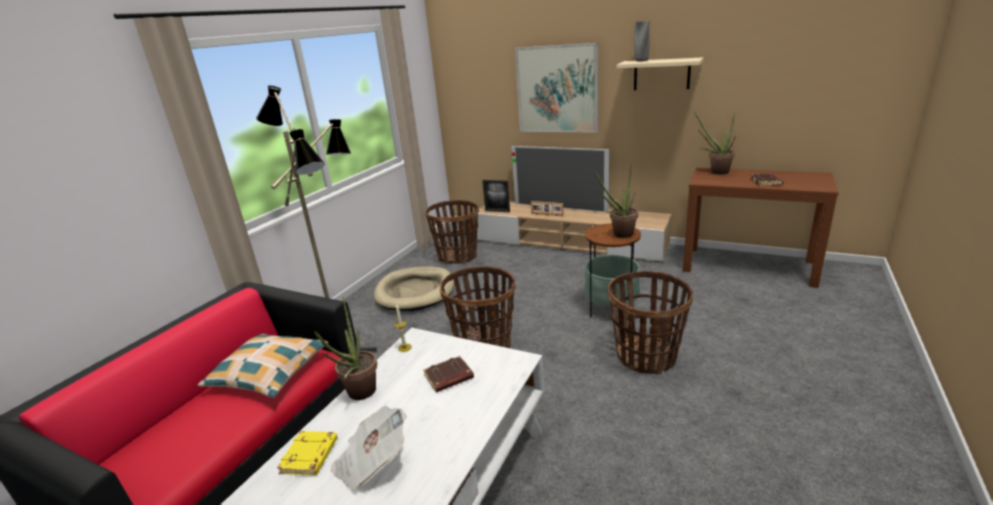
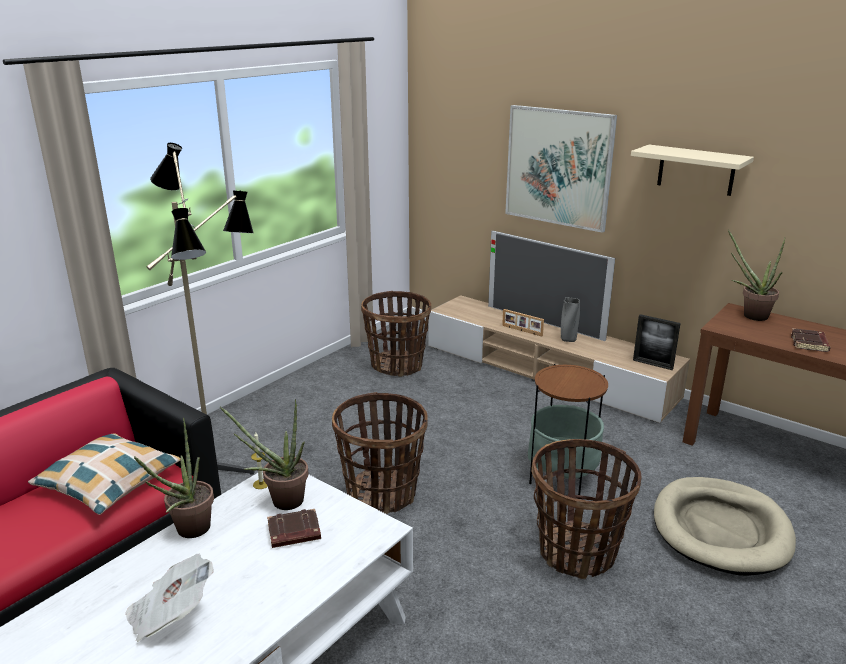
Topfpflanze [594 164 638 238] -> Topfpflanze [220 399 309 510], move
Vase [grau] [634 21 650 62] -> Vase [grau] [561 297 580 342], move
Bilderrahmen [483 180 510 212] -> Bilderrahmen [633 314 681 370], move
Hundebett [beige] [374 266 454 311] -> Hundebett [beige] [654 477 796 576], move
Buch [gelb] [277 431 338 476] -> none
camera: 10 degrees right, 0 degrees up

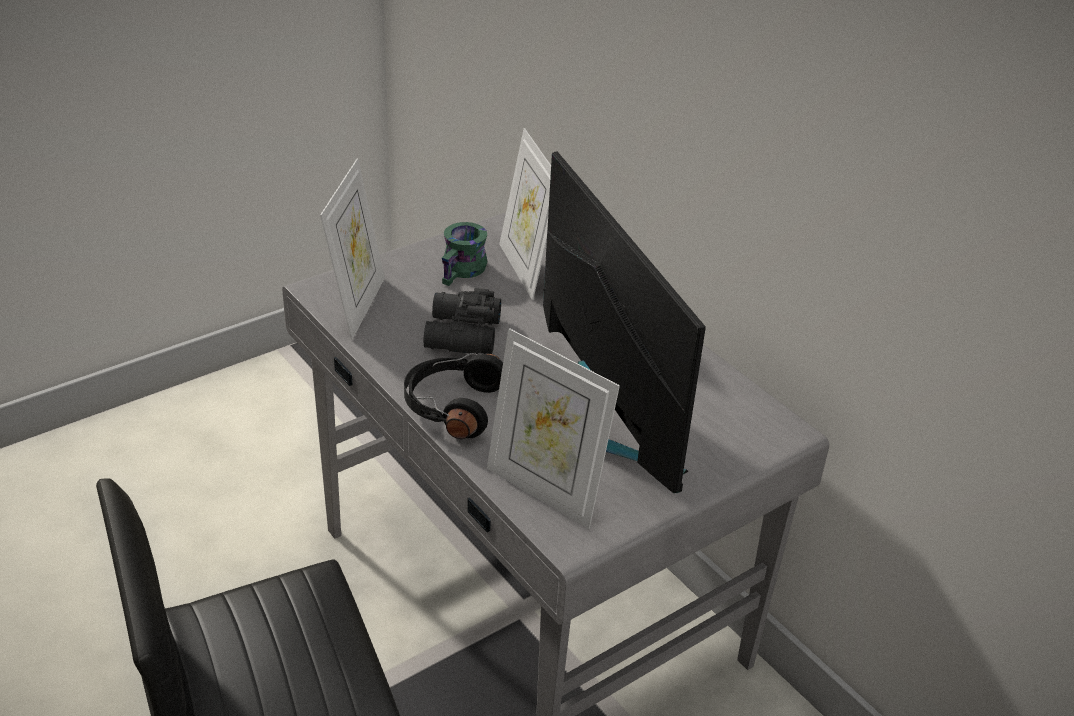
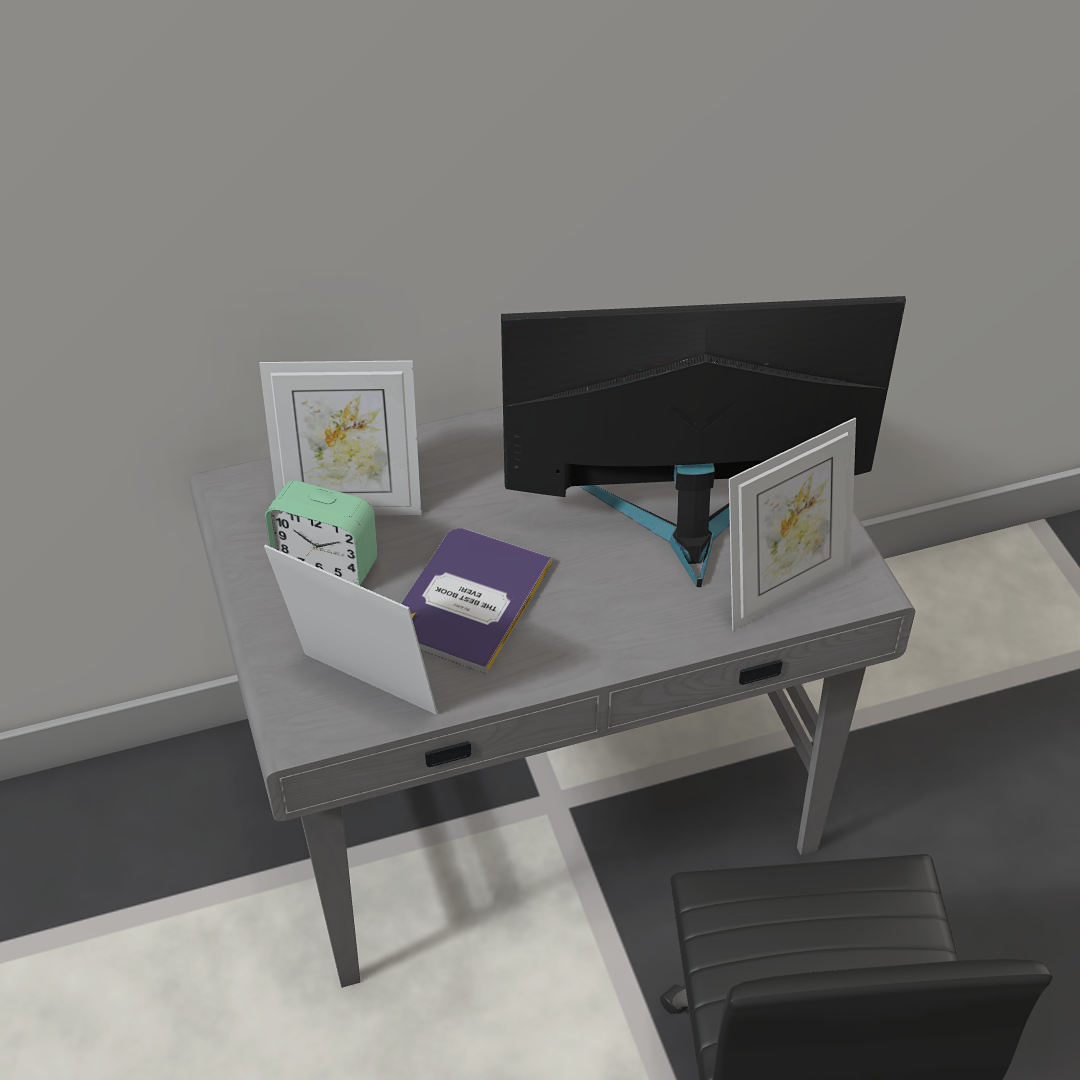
Henkelbecher [grün] [442 222 488 286] -> Wecker [265 480 378 586]
Fernglas [schwarz] [424 288 501 354] -> Buch [401 528 552 674]
Kopfhörer [schwarz] [404 353 503 439] -> none
camera: 70 degrees left, 10 degrees up

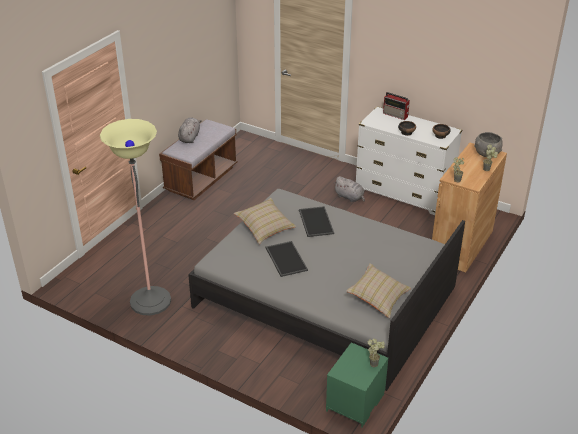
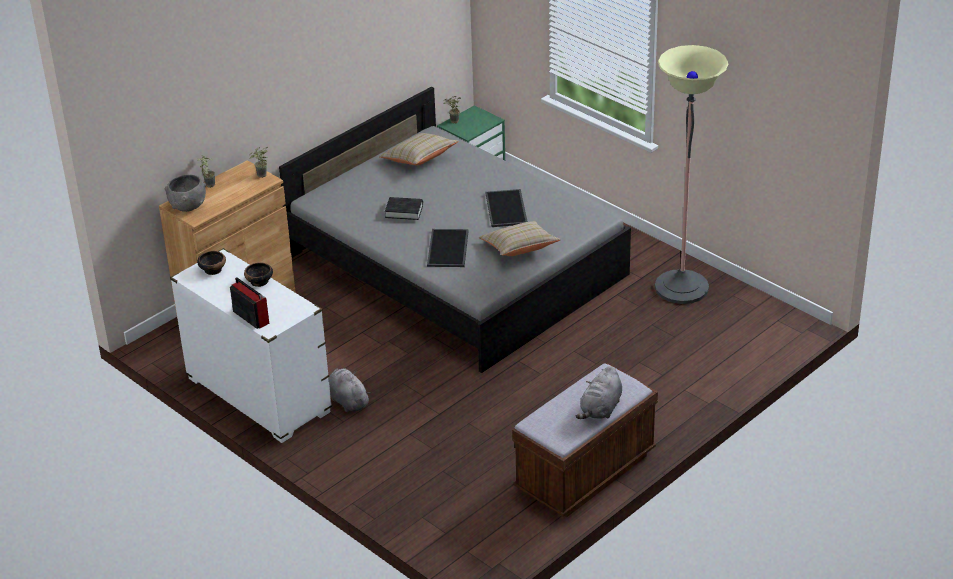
none -> Buch [schwarz] [385 197 423 220]
camera: 165 degrees left, 0 degrees up

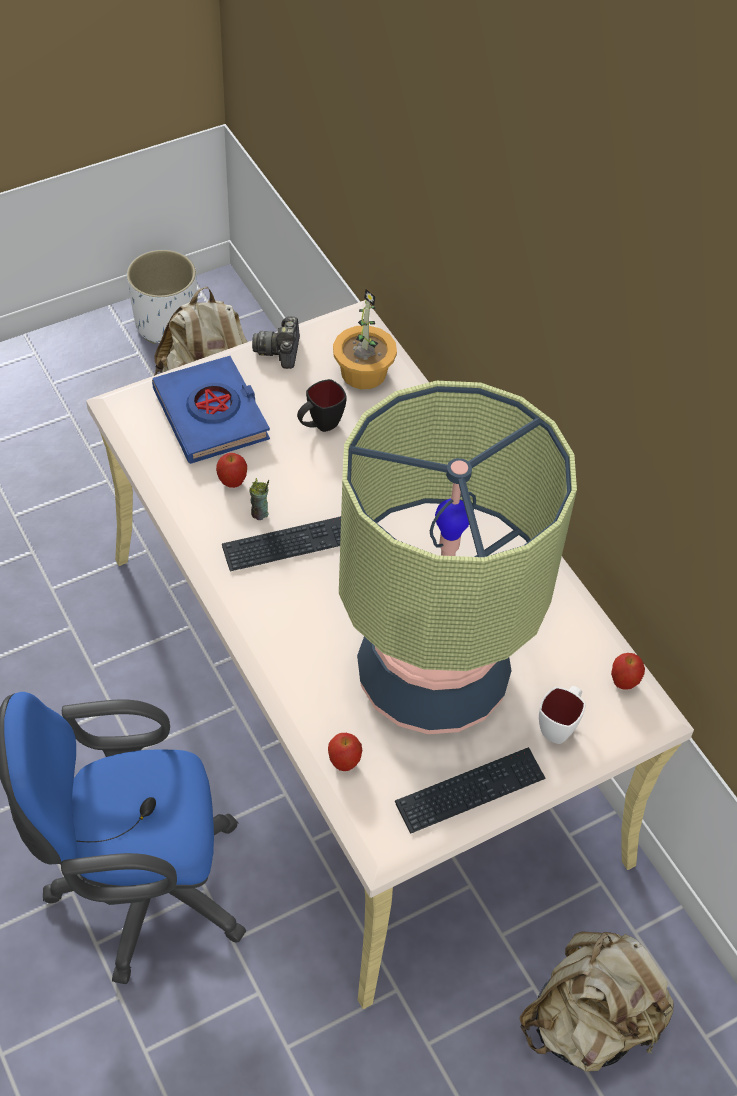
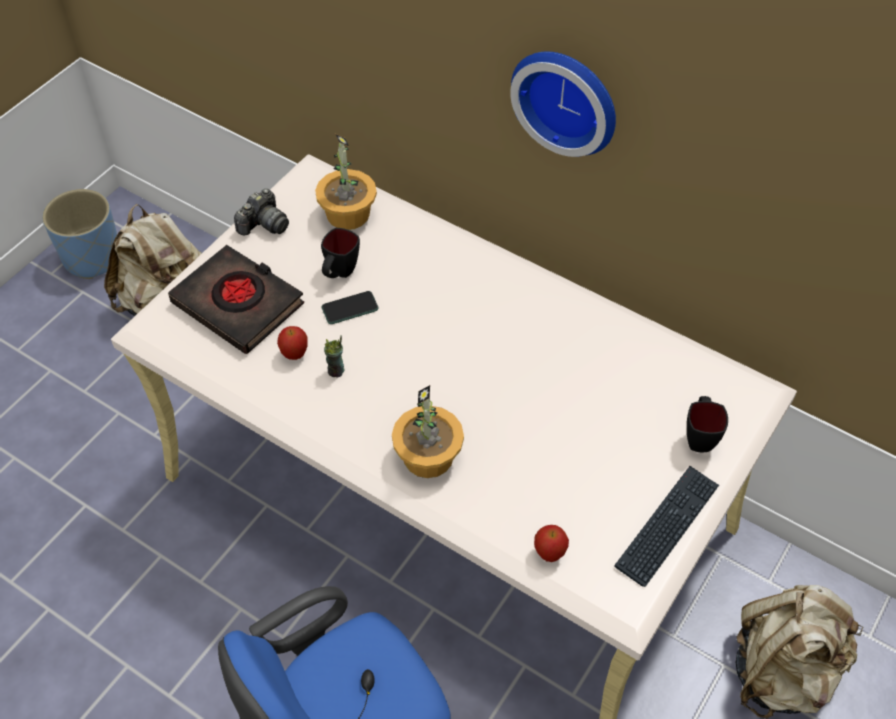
Pflanzkübel [weiß] [127 250 197 344] -> Pflanzkübel [blau] [42 189 117 279]
Buch [blau] [152 356 270 464] -> Buch [schwarz] [168 245 304 354]
Kamera [252 316 300 369] -> Kamera [234 189 289 236], 120 degrees counterclockwise
none -> Handy [322 291 379 324]
none -> Topfpflanze [392 385 464 478]
none -> Wanduhr [510 52 616 157]
Henkelbecher [weiß] [539 686 586 744] -> Henkelbecher [schwarz] [687 396 728 452]
Tastatur [222 516 341 572] -> none
Tischlampe [339 381 577 734] -> none
Apfel [611 653 645 690] -> none
camera: 25 degrees left, 0 degrees up

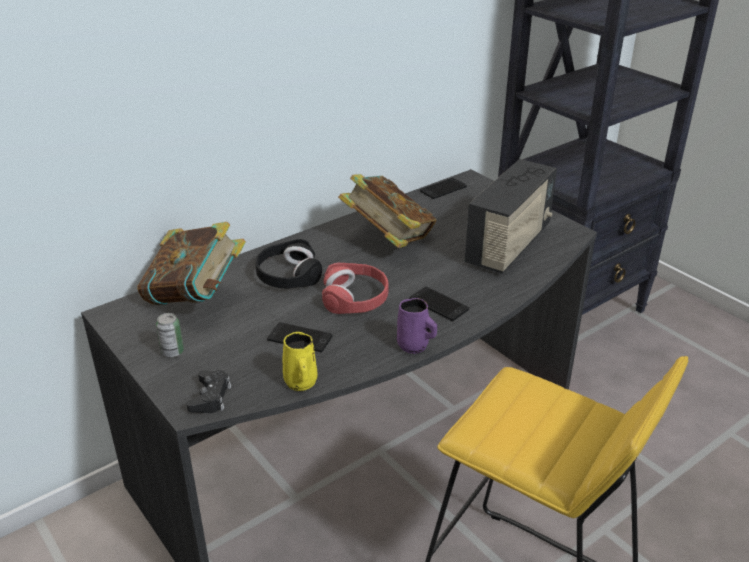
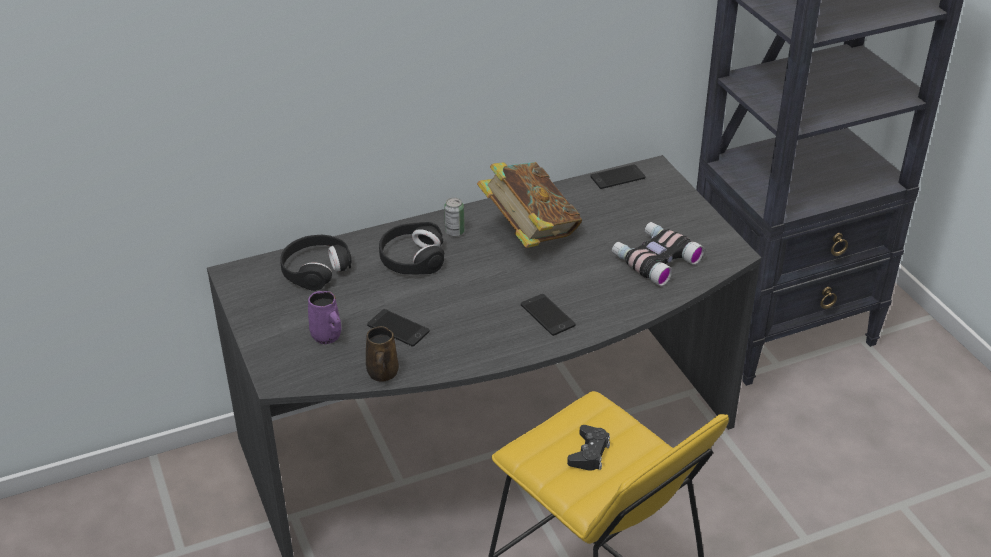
Buch [137 222 246 305] -> Kopfhörer [schwarz] [280 235 351 291]
Henkelbecher [lila] [397 298 437 354] -> Henkelbecher [lila] [308 291 341 344], move
Henkelbecher [gelb] [282 332 318 391] -> Henkelbecher [braun] [366 326 399 381]
Dose [156 313 184 358] -> Dose [444 198 465 237], move
Gamepad [schwarz] [186 370 231 413] -> Gamepad [schwarz] [567 425 610 471], move
Radio [465 159 557 274] -> Fernglas [612 222 705 286]
Kopfhörer [rot] [322 263 389 314] -> none
camera: 15 degrees right, 5 degrees up

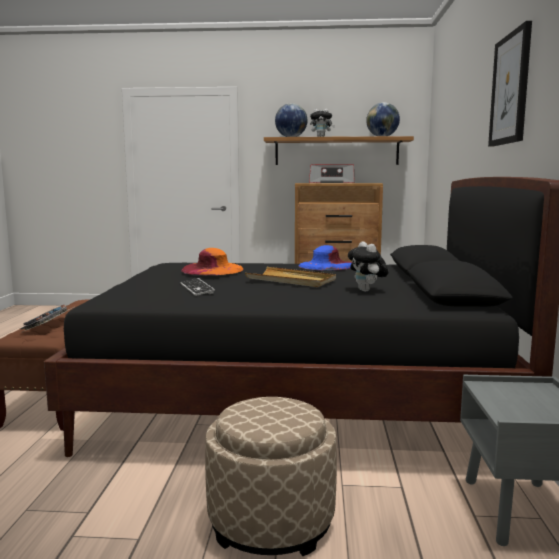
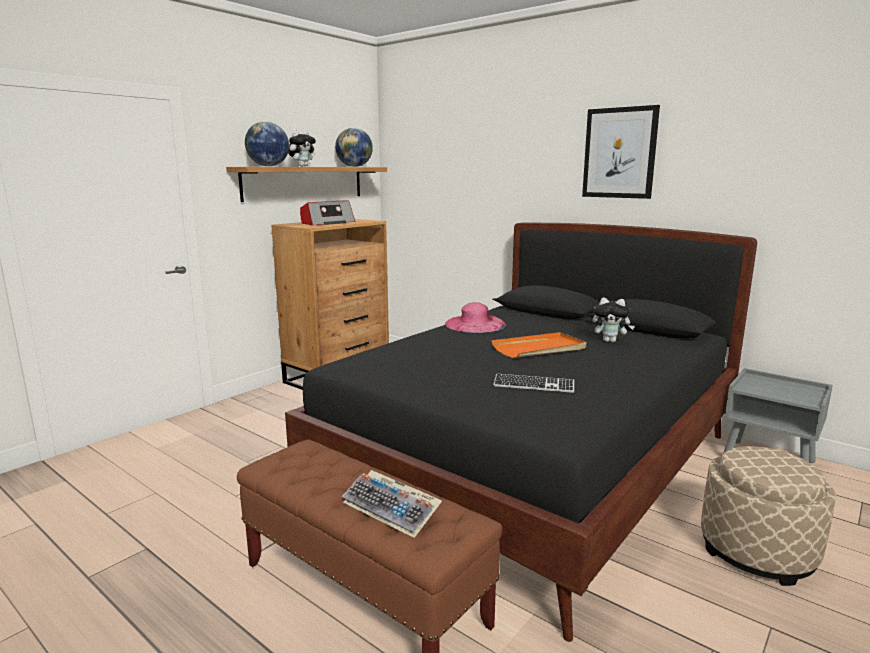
Hut [blau] [298 245 352 271] -> Hut [rosa] [445 302 506 333]
Tablett [beige] [245 267 336 287] -> Tablett [orange] [491 332 586 358]
Hut [orange] [181 248 244 275] -> none
camera: 55 degrees left, 5 degrees up

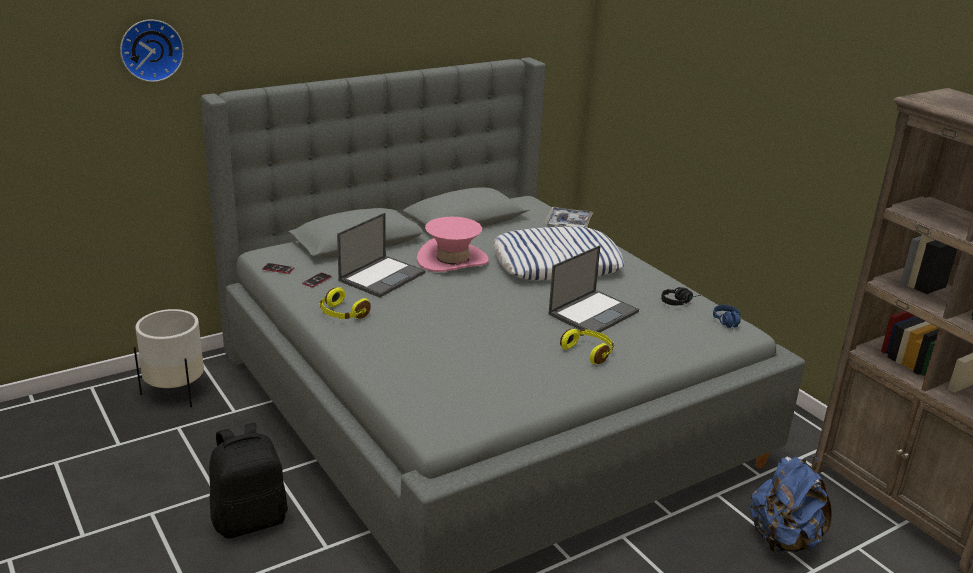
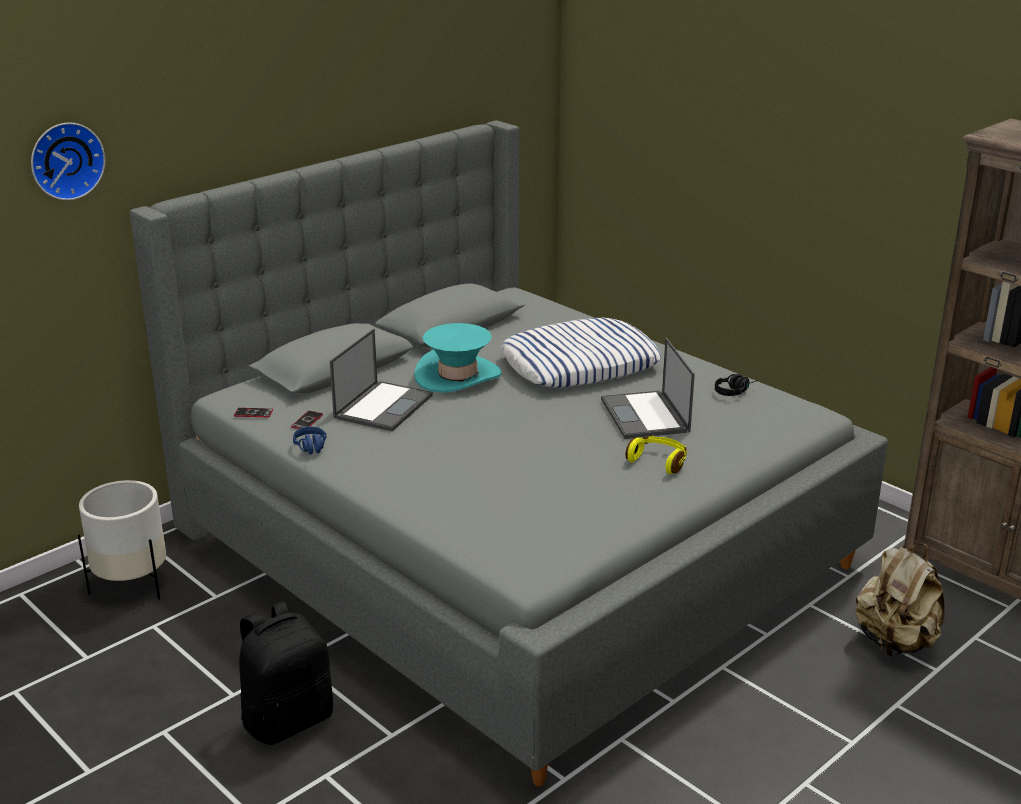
Kopfhörer [blau] [713 305 741 328] -> Kopfhörer [blau] [293 427 326 455], move
Hut [rosa] [417 217 489 272] -> Hut [türkis] [414 323 502 393]
Laptop [549 245 639 333] -> Laptop [601 338 695 439], 135 degrees clockwise
Rucksack [blau] [750 457 832 553] -> Rucksack [beige] [855 543 945 657]
Kopfhörer [gelb] [319 287 371 319] -> none
Tablett [544 207 593 227] -> none
camera: 10 degrees left, 0 degrees up

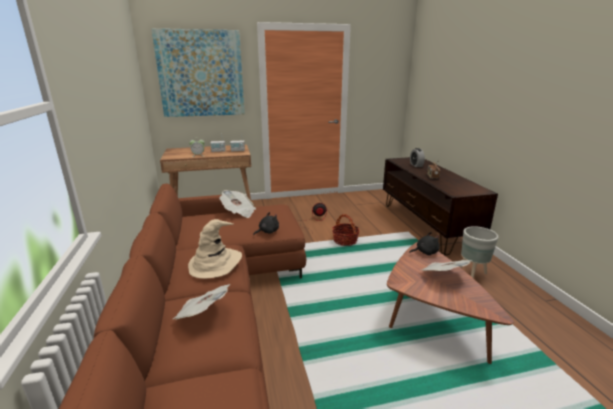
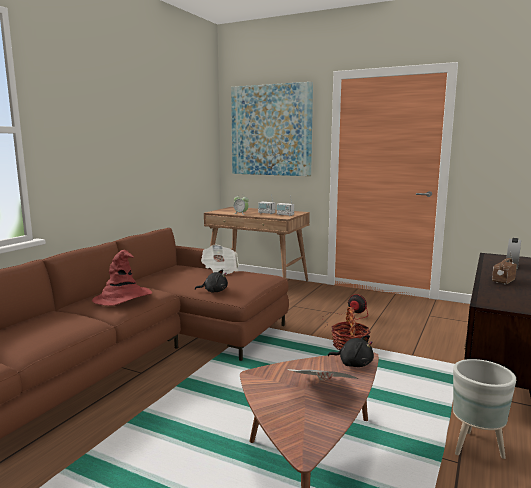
Hut [beige] [188 219 242 279] -> Hut [rot] [92 250 152 306]
Zeitung [172 284 230 320] -> none
camera: 40 degrees right, 10 degrees down

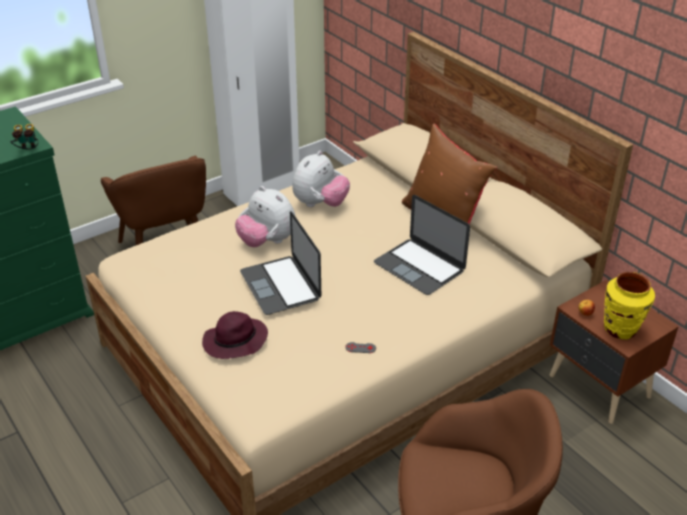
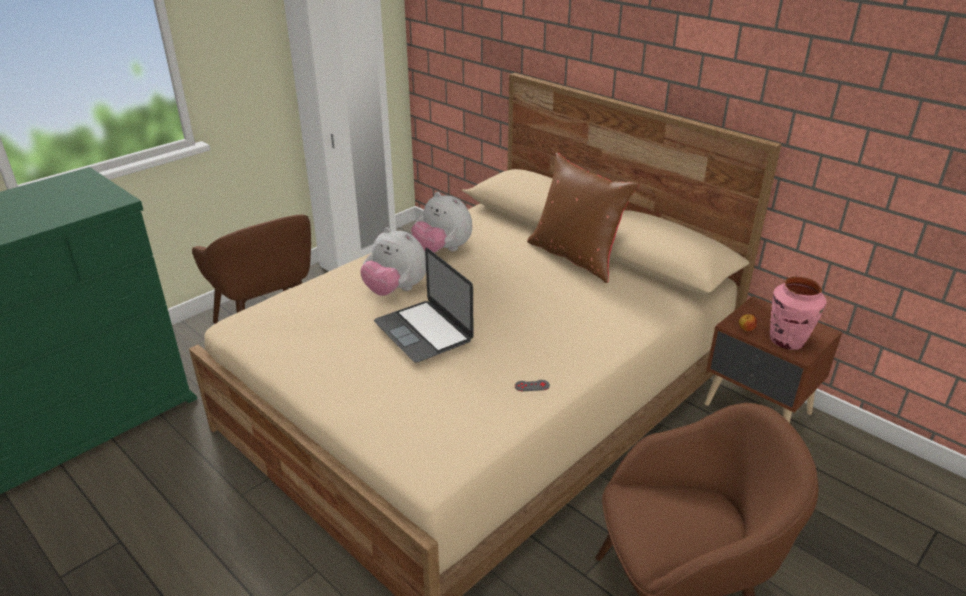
Plüschtier [292 150 350 207] -> Plüschtier [411 192 472 253], 105 degrees clockwise
Vase [gelb] [604 272 655 339] -> Vase [rosa] [770 277 827 350]
Fernglas [10 124 38 150] -> none
Hut [lila] [202 311 268 359] -> none
Laptop [374 195 470 295] -> none
camera: 10 degrees left, 5 degrees down

